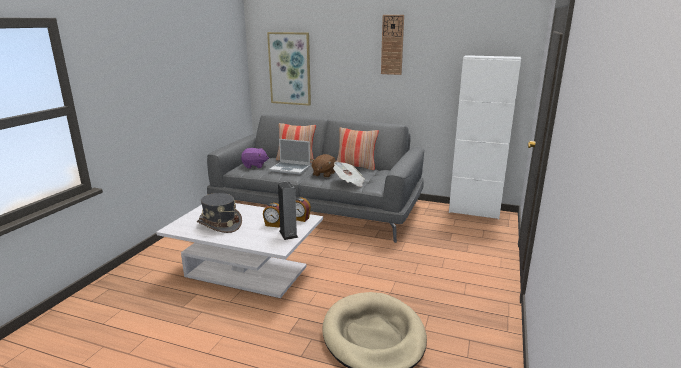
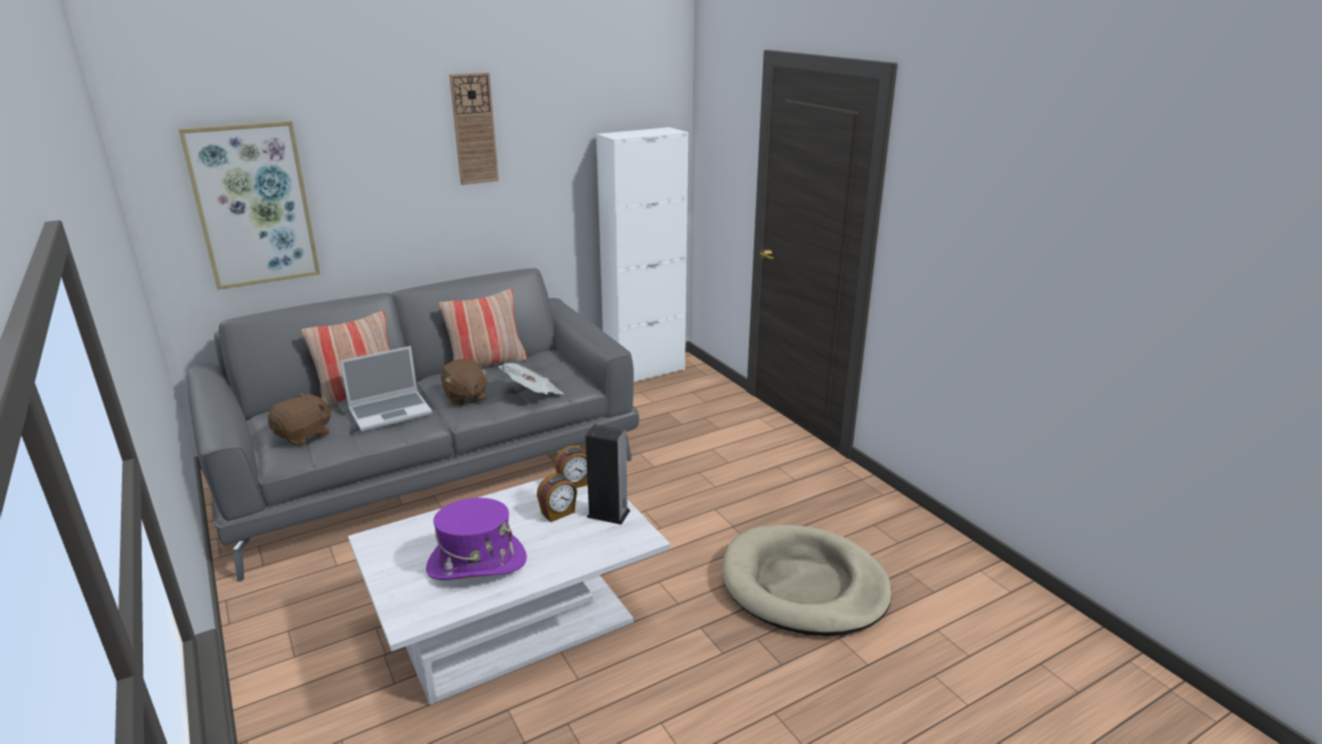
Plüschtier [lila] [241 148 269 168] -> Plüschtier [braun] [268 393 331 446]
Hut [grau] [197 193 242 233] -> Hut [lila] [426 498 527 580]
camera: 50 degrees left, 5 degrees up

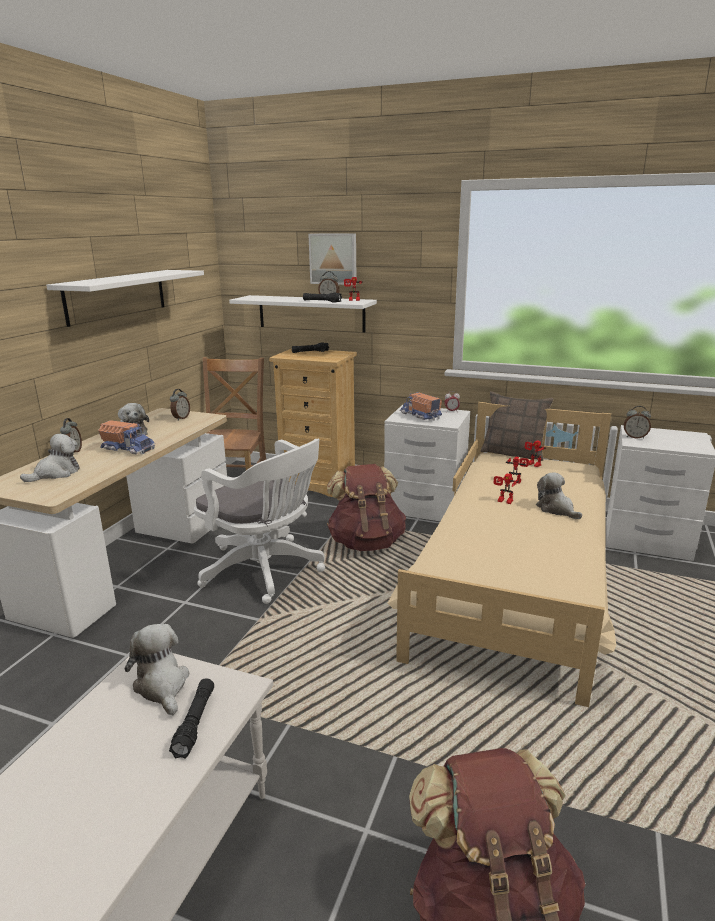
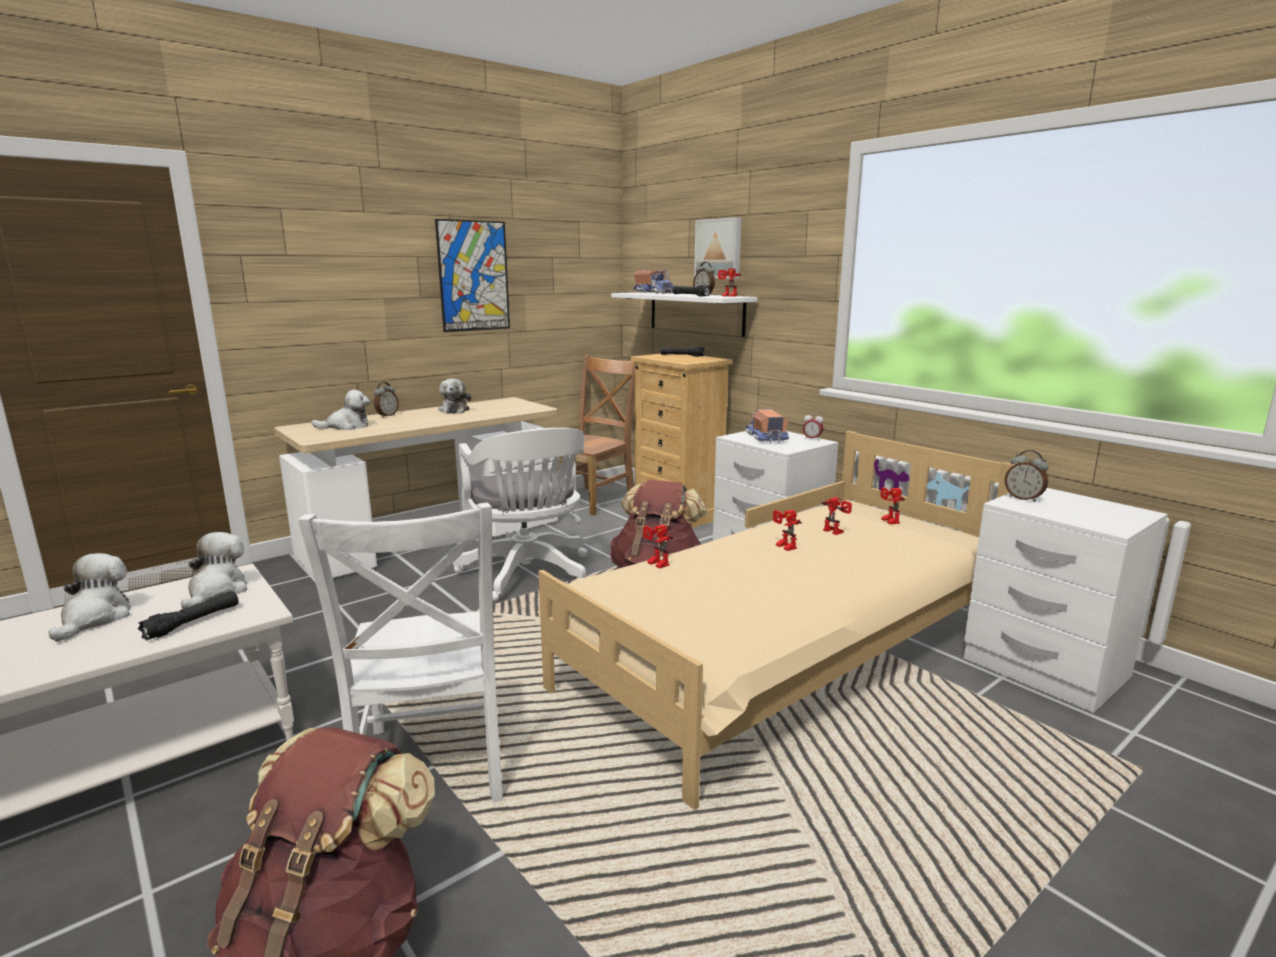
Plüschtier [536 472 582 519] -> Plüschtier [48 553 131 642], move
none -> Stuhl [weiß] [298 502 503 803]
Wandregal [weiß] [46 270 204 327] -> Bild [435 219 510 332]
Spielzeuglaster [98 420 155 455] -> Spielzeuglaster [633 270 674 294], move
none -> Spielzeugroboter [643 524 673 569]
Wecker [170 389 190 421] -> none
Kissen [481 391 554 461] -> none
camera: 30 degrees right, 5 degrees down

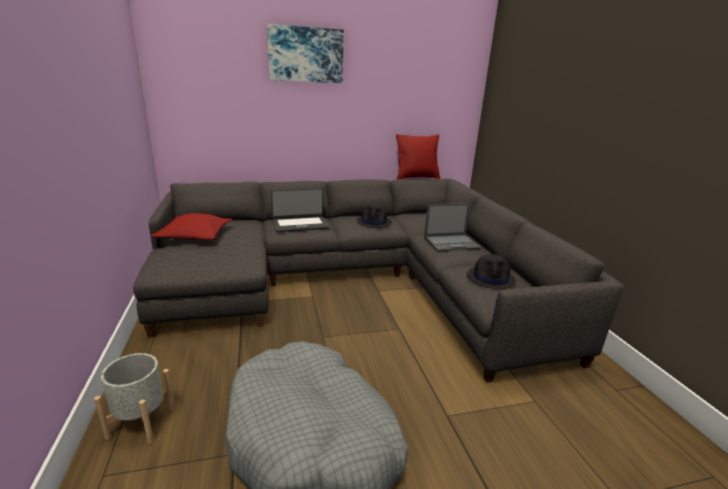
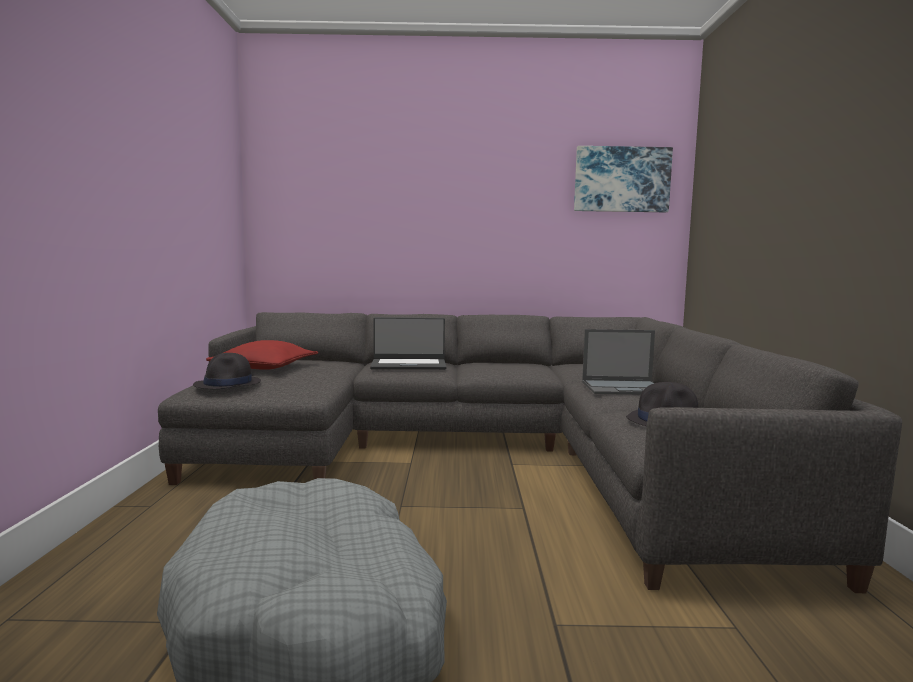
Hut [schwarz] [356 204 392 227] -> Hut [schwarz] [193 353 261 389], move
Bild [267 24 344 83] -> Bild [574 146 673 212], move
Pflanzkübel [grau] [94 353 175 444] -> none
Kissen [rot] [396 134 441 180] -> none
camera: 15 degrees right, 15 degrees down

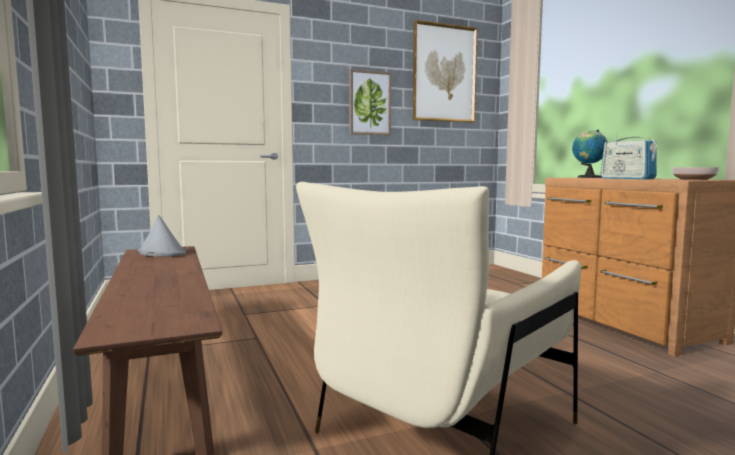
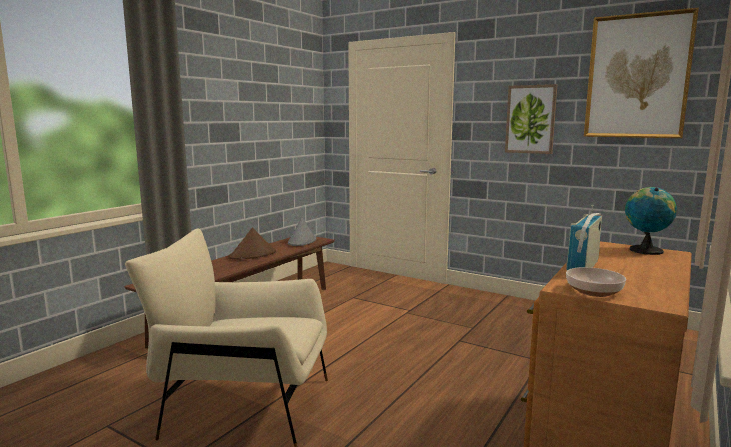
none -> Hut [braun] [229 228 276 260]
camera: 55 degrees right, 5 degrees up

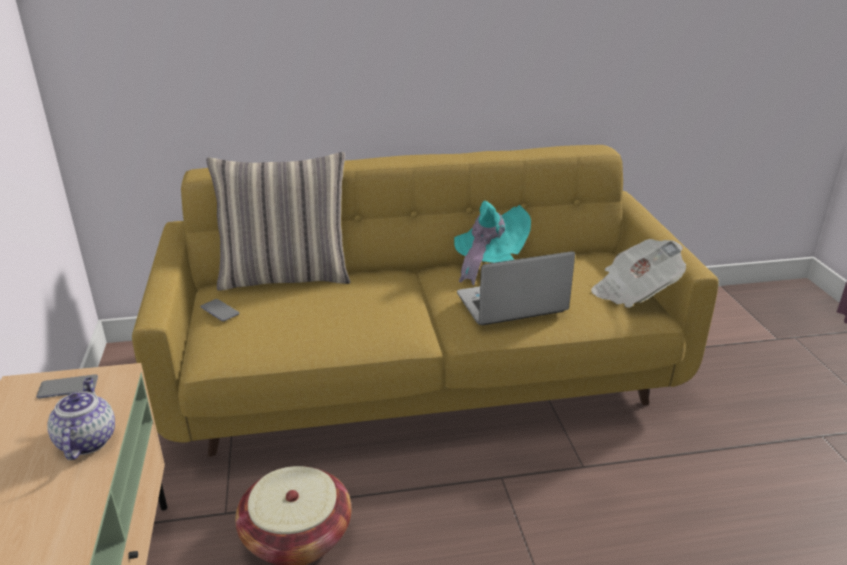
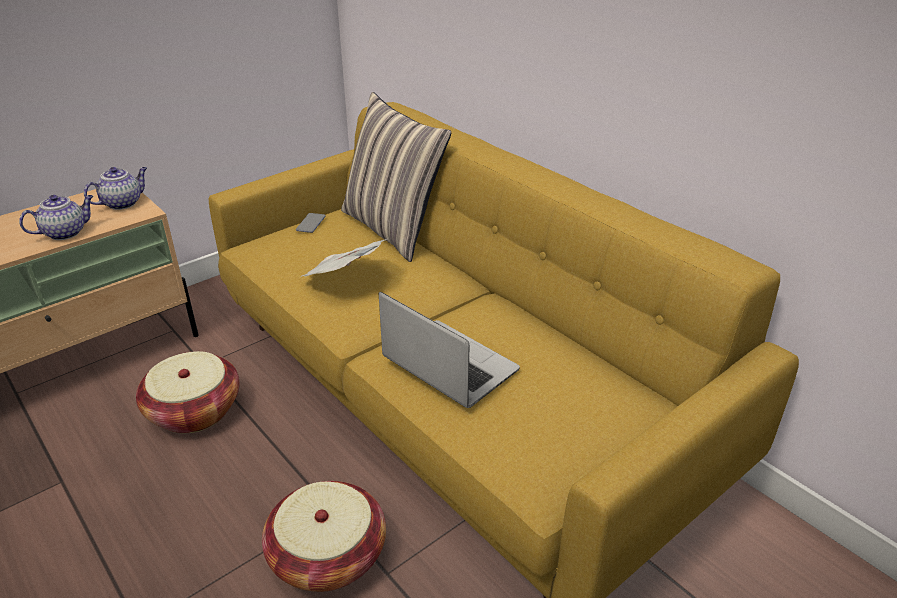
Handy [36 374 98 399] -> Teekanne [84 167 147 210]
none -> Korb [262 481 386 592]
Zeitung [591 239 686 308] -> Zeitung [301 239 387 277], move
Hut [türkis] [454 201 531 286] -> none
camera: 60 degrees right, 5 degrees up

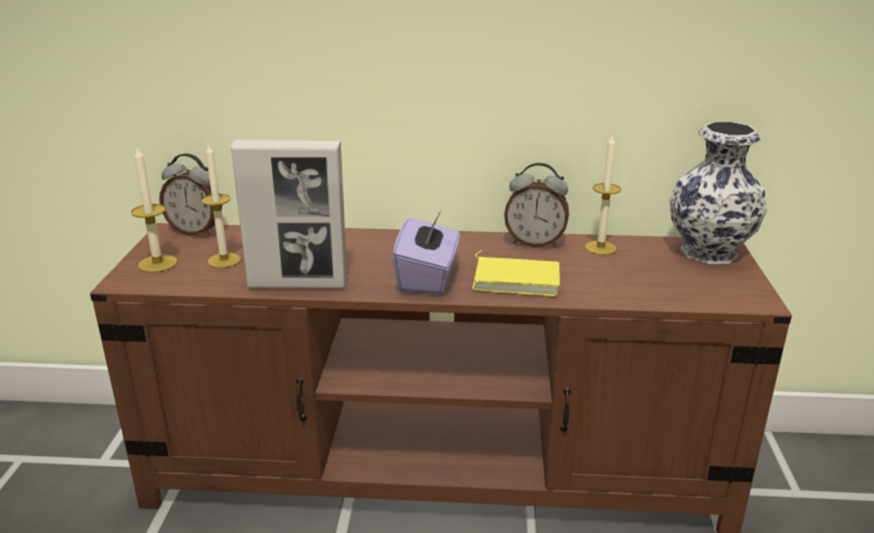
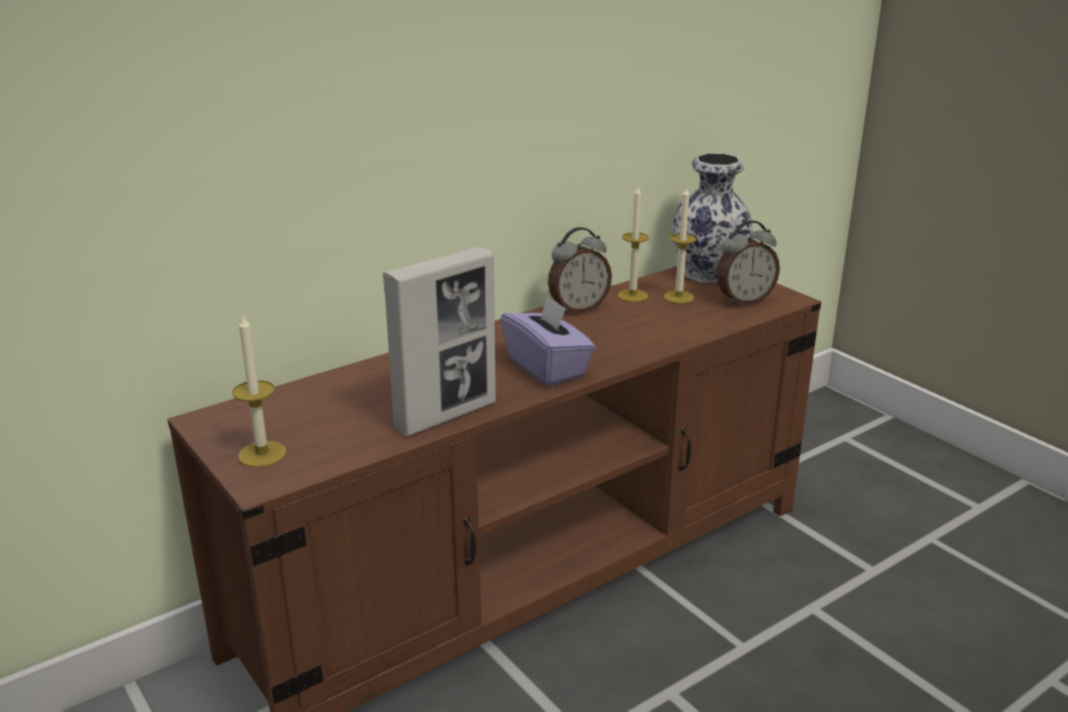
Kerze [201 143 241 268] -> Kerze [663 186 696 303], move
Wecker [159 153 222 236] -> Wecker [717 220 780 305], move
Buch [gelb] [472 250 560 296] -> none
camera: 40 degrees left, 0 degrees up

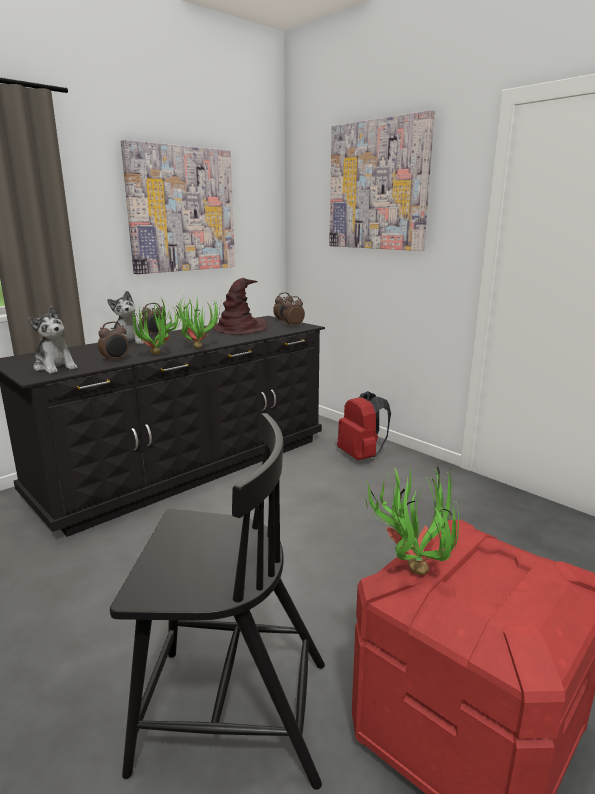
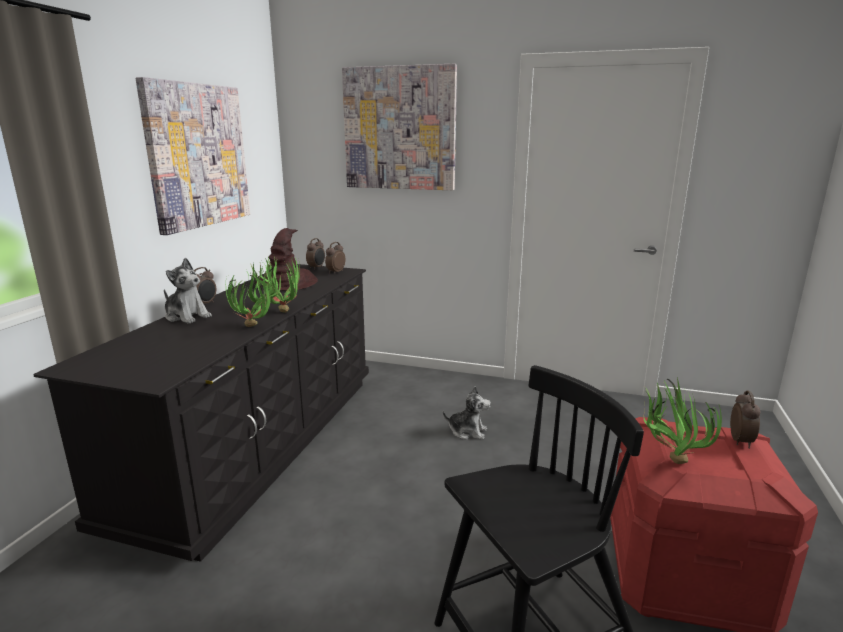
Plüschtier [28 306 78 374] -> Plüschtier [443 386 491 440], move
Wecker [98 322 129 363] -> Wecker [730 391 761 449], move
Rucksack [rot] [337 391 391 460] -> none
camera: 30 degrees left, 0 degrees up

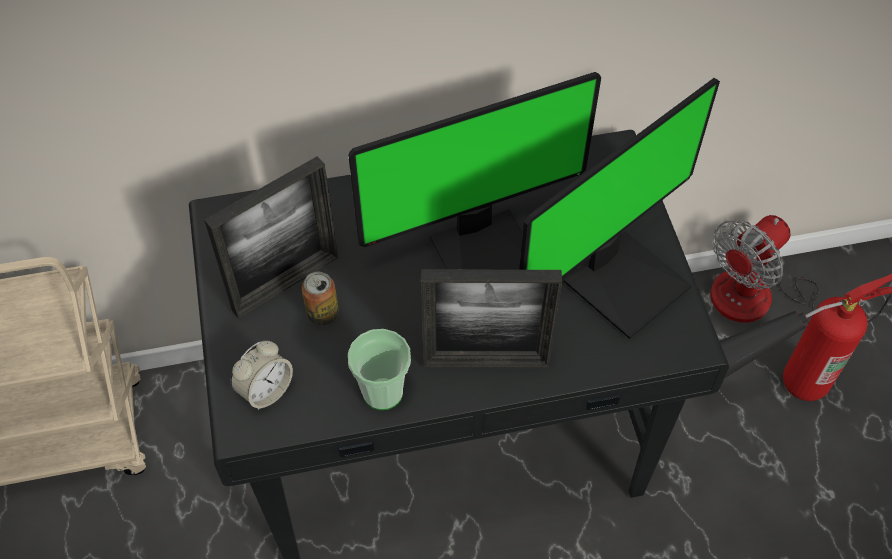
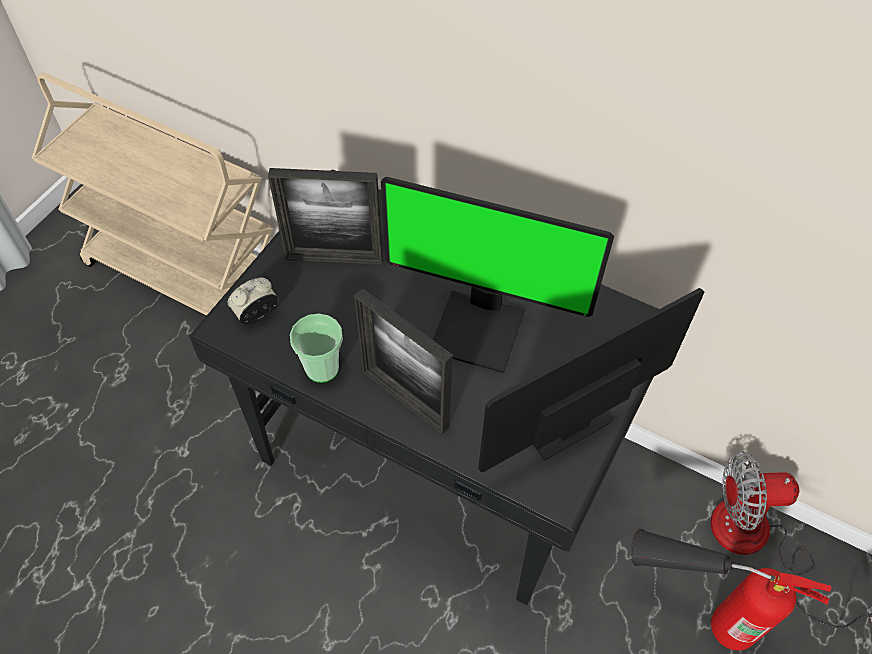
Wecker [231 341 293 410] -> Wecker [228 277 279 324], 150 degrees clockwise
Monitor [519 78 720 339] -> Monitor [478 288 705 472], 150 degrees clockwise
Dose [302 272 339 325] -> none
camera: 40 degrees right, 0 degrees up

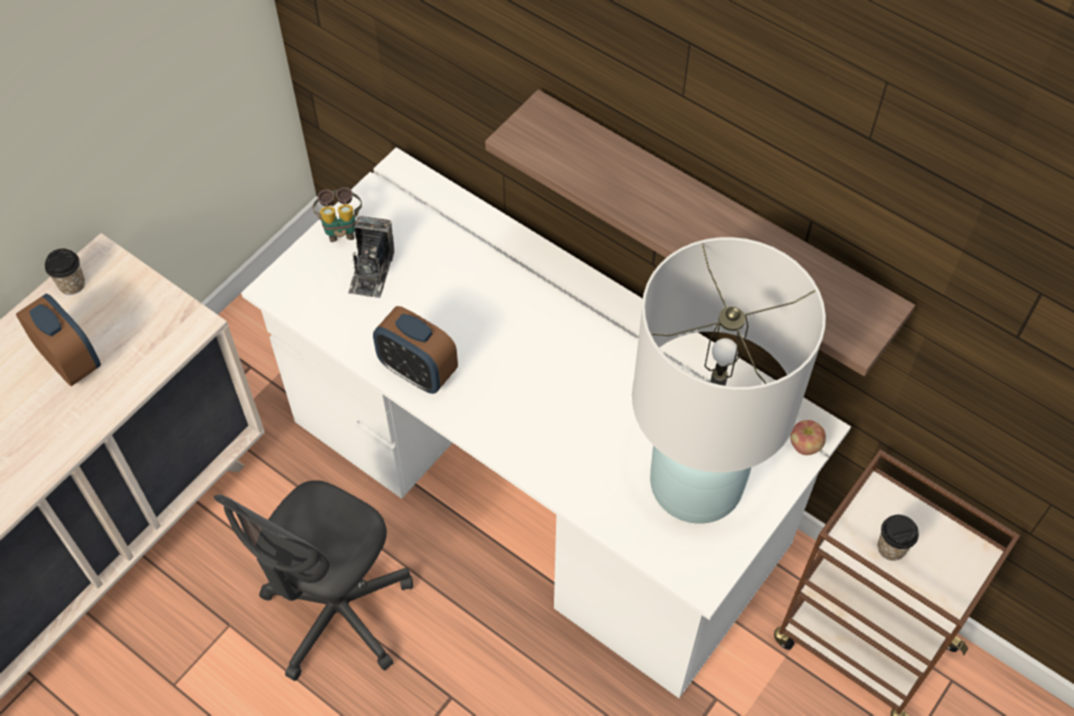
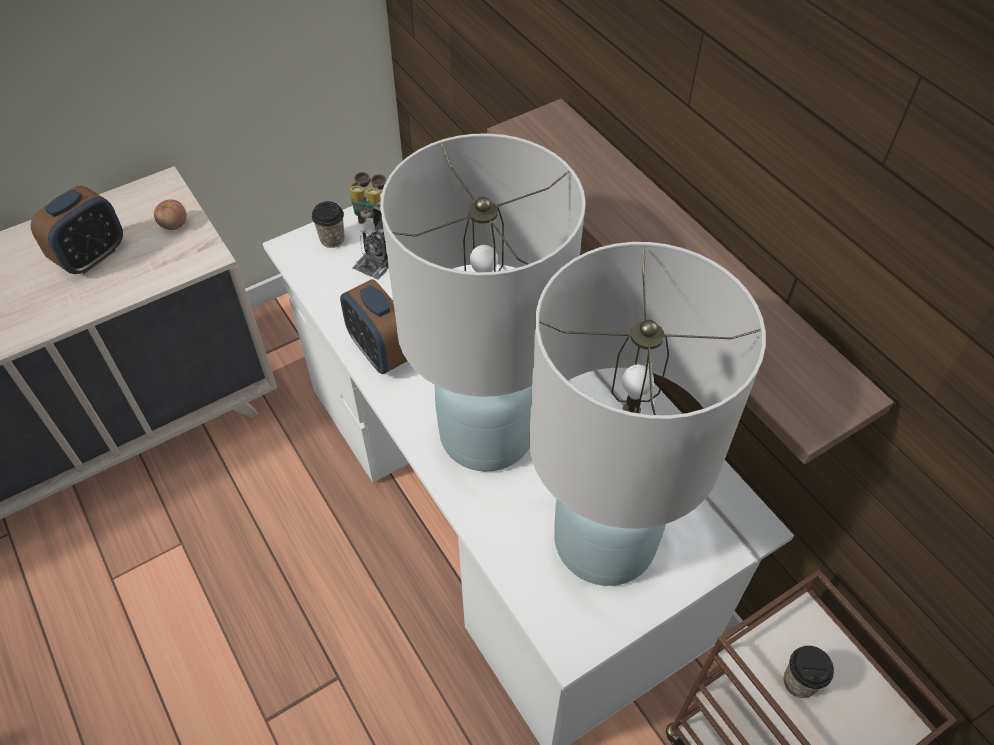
Wecker [16 294 101 386] -> Wecker [30 186 123 274], 60 degrees clockwise
Apfel [790 420 826 455] -> Apfel [154 199 186 230], move
Tasse [45 249 85 295] -> Tasse [312 201 345 248], move
none -> Tischlampe [weiß] [380 133 586 471]
Bürostuhl [grau] [214 480 413 681] -> none
camera: 20 degrees right, 5 degrees down

